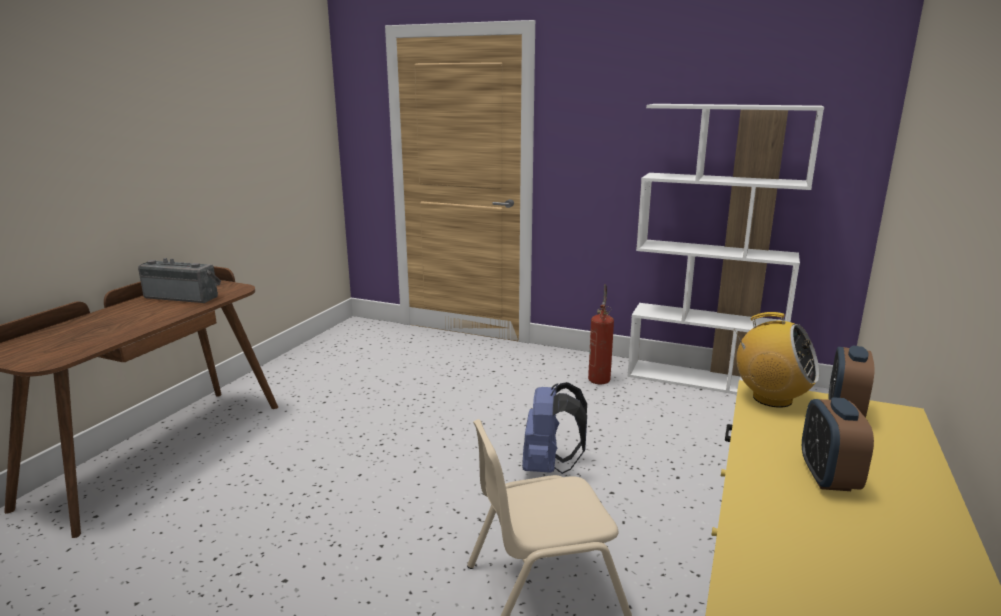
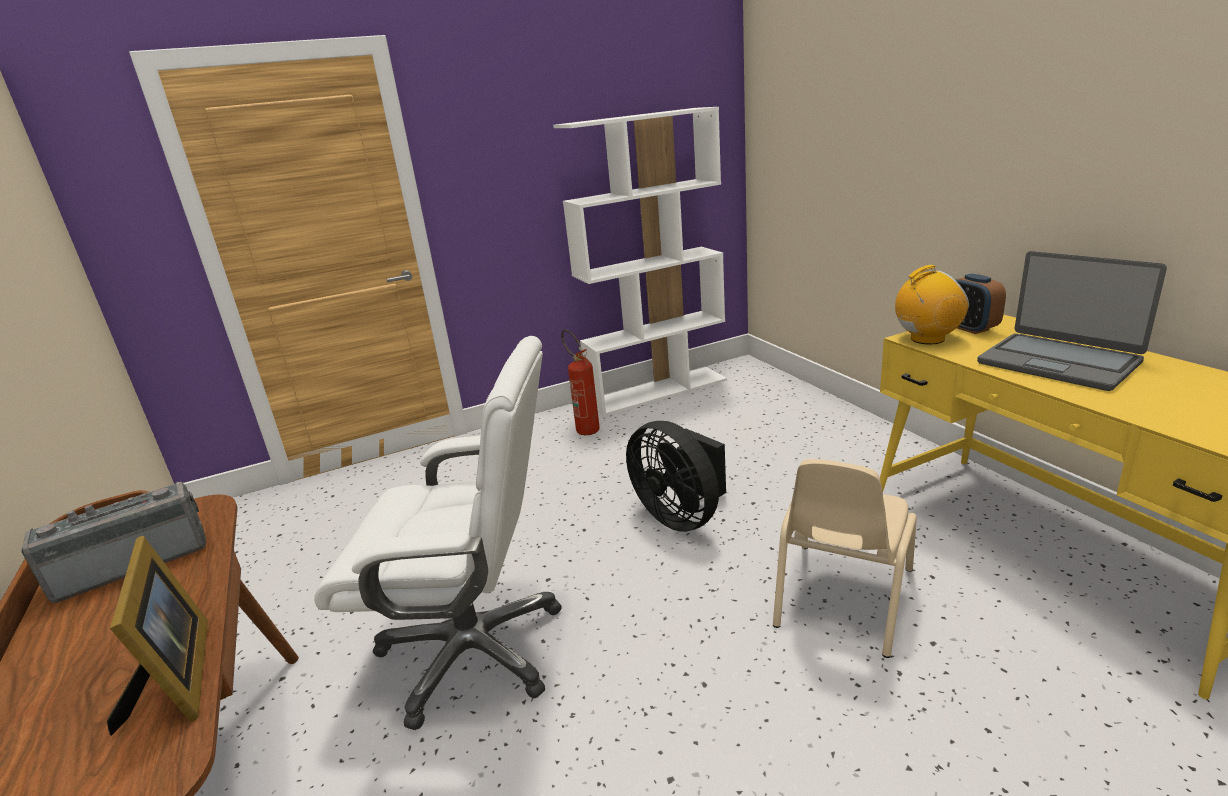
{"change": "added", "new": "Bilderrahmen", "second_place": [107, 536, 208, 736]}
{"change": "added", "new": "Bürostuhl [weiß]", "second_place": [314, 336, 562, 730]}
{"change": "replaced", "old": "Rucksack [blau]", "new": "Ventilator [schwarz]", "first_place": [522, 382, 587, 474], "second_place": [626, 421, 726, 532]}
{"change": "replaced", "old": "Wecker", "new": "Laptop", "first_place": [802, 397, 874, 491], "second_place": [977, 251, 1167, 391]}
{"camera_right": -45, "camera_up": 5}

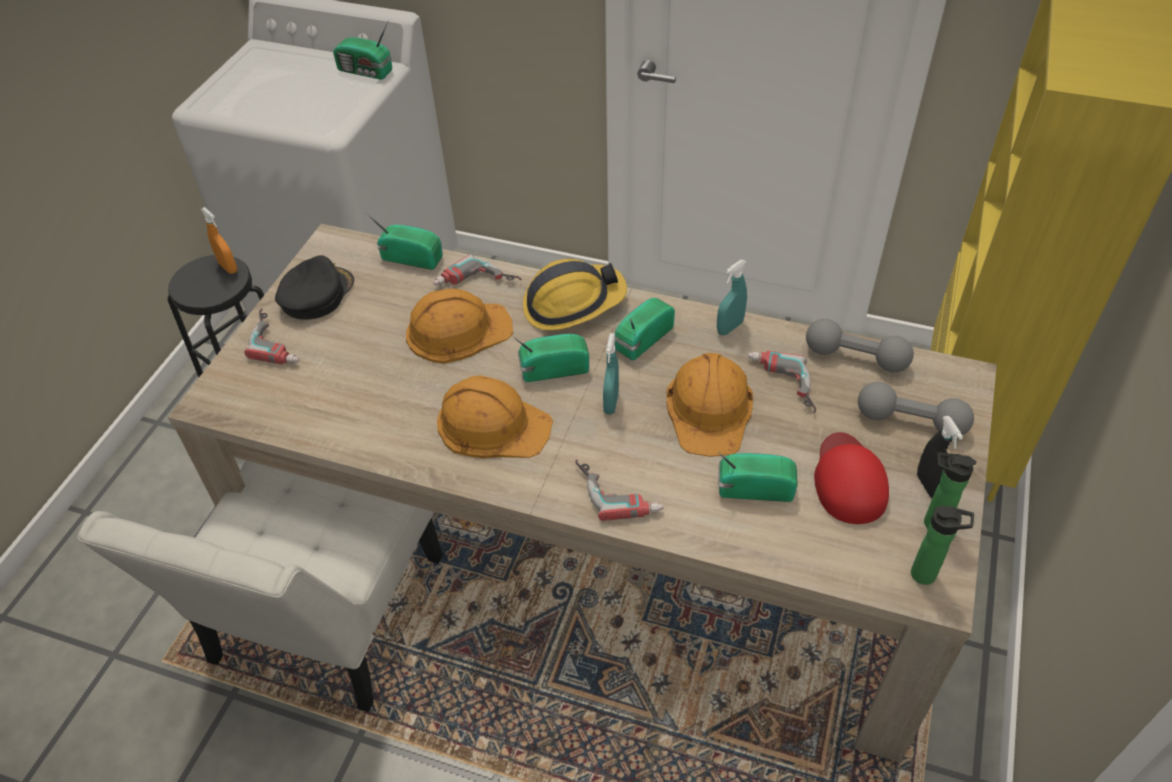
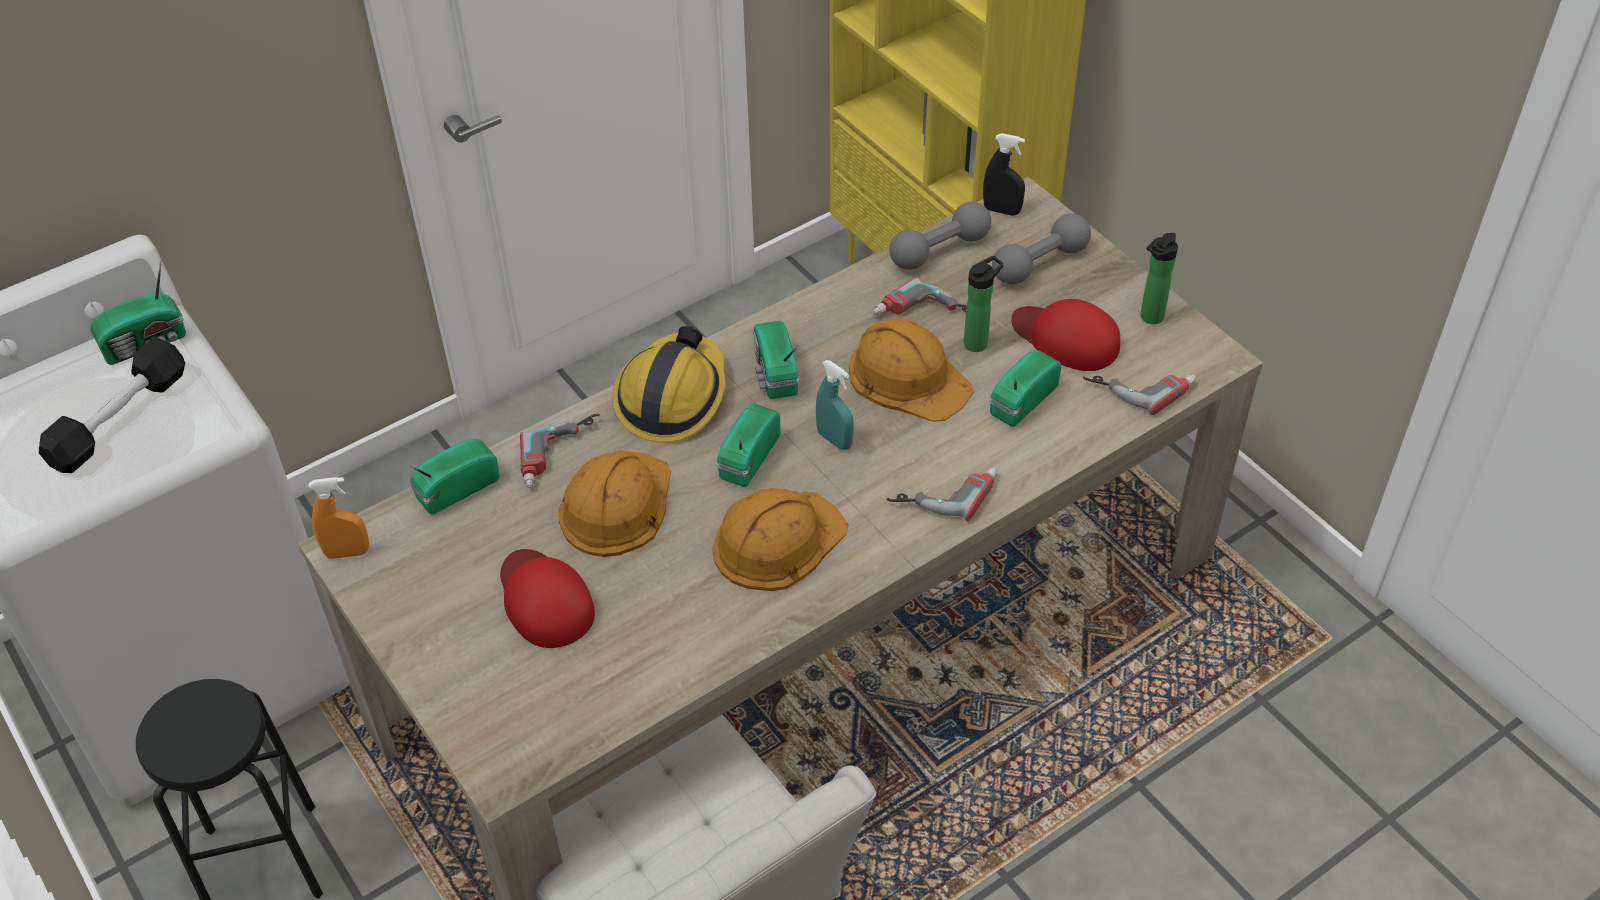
{"change": "added", "new": "Hantel [schwarz]", "second_place": [39, 337, 185, 473]}
{"change": "moved", "old": "Sprühflasche [orange]", "first_place": [201, 207, 237, 274], "second_place": [308, 477, 369, 559]}
{"change": "added", "new": "Kappe [rot]", "second_place": [500, 549, 595, 648]}
{"change": "moved", "old": "Flasche", "first_place": [911, 506, 974, 585], "second_place": [964, 256, 1004, 352]}
{"change": "moved", "old": "Sprühflasche [schwarz]", "first_place": [917, 416, 963, 498], "second_place": [983, 133, 1025, 216]}
{"change": "moved", "old": "Bohrmaschine", "first_place": [244, 308, 299, 364], "second_place": [1083, 375, 1196, 415]}
{"change": "removed", "old": "Kappe [schwarz]", "first_place": [275, 255, 354, 320]}
{"change": "removed", "old": "Sprühflasche [türkis]", "first_place": [717, 260, 747, 335]}
{"camera_right": -55, "camera_up": 0}

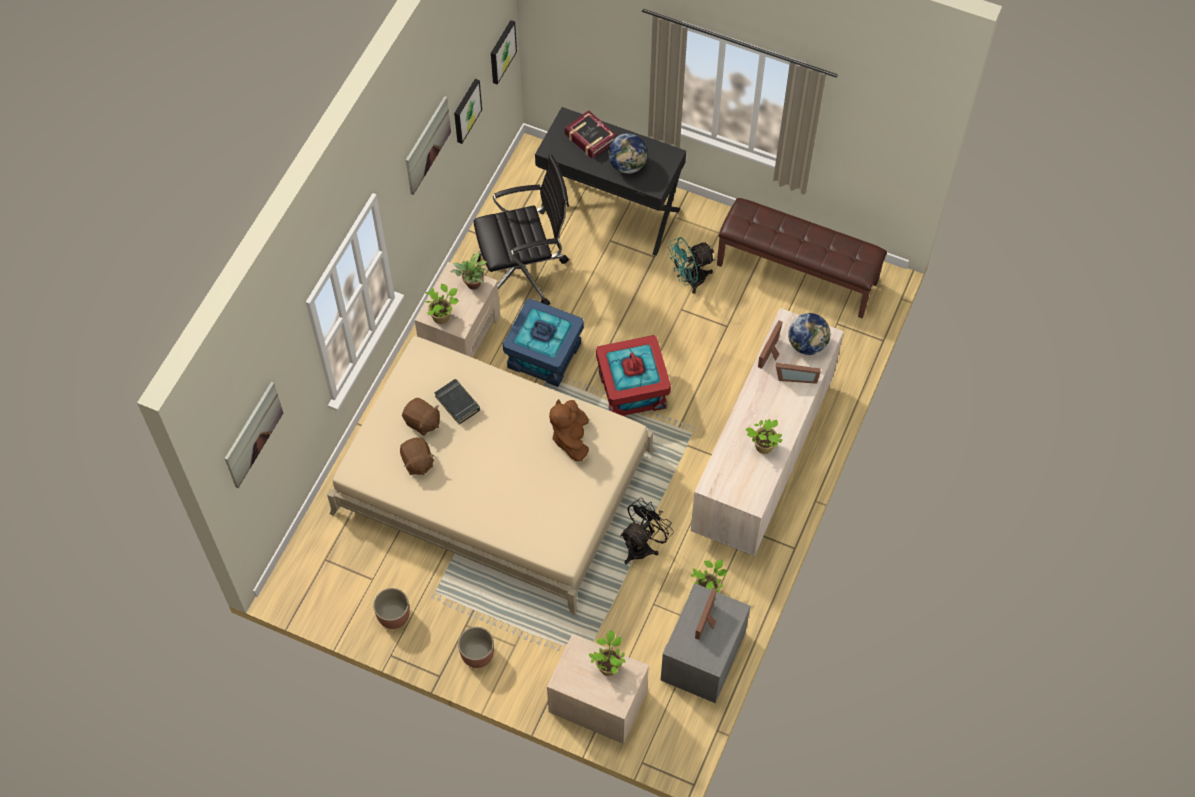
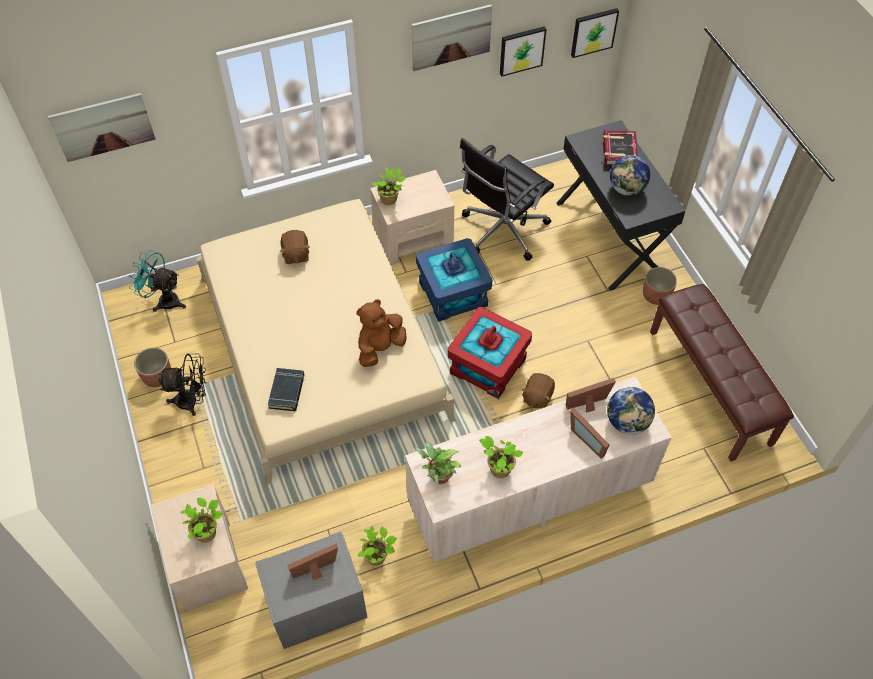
{"change": "moved", "old": "Ventilator [türkis]", "first_place": [668, 237, 715, 294], "second_place": [129, 250, 186, 312]}
{"change": "moved", "old": "Ventilator [schwarz]", "first_place": [620, 498, 674, 564], "second_place": [158, 354, 207, 416]}
{"change": "moved", "old": "Buch [schwarz]", "first_place": [434, 379, 480, 424], "second_place": [268, 368, 304, 411]}
{"change": "moved", "old": "Topfpflanze", "first_place": [450, 252, 487, 290], "second_place": [415, 442, 461, 484]}
{"change": "turned", "old": "Bürostuhl [schwarz]", "first_place": [473, 155, 569, 305], "second_place": [460, 138, 554, 261], "degrees": 105}
{"change": "moved", "old": "Plüschtier [braun]", "first_place": [400, 437, 435, 475], "second_place": [522, 373, 555, 409]}
{"change": "moved", "old": "Pflanzkübel", "first_place": [458, 627, 494, 668], "second_place": [643, 267, 677, 305]}
{"camera_right": 45, "camera_up": -5}

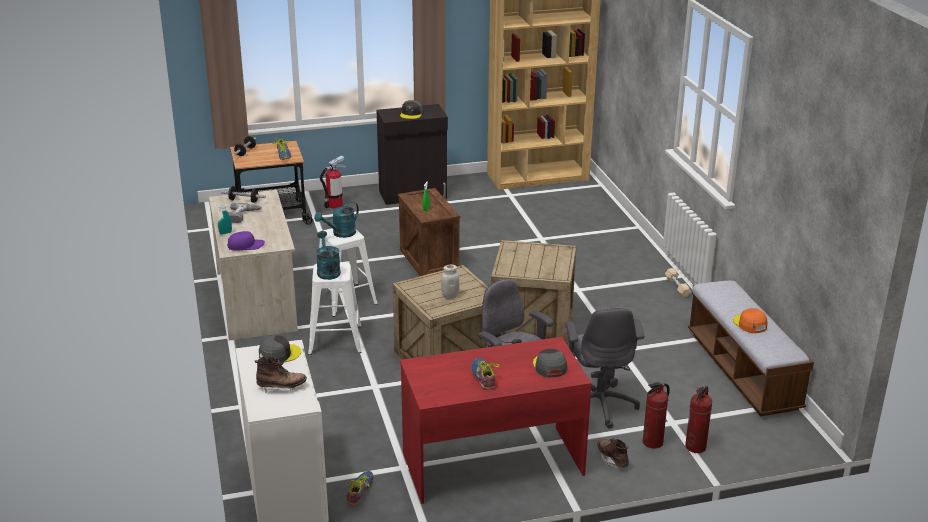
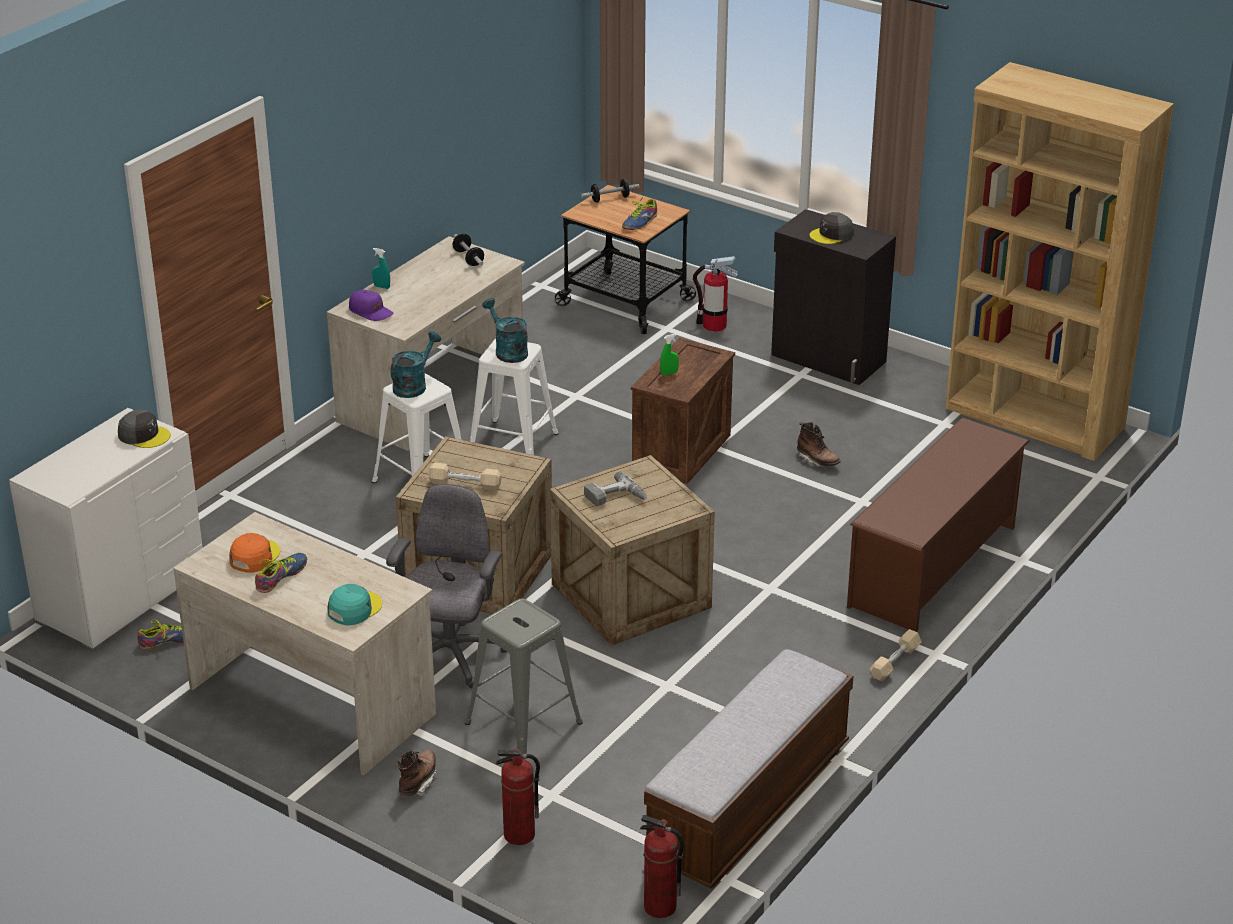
{"change": "recoloured", "old": "Schreibtisch [rot]", "new": "Schreibtisch [beige]", "first_place": [400, 337, 592, 504], "second_place": [174, 512, 436, 775]}
{"change": "moved", "old": "Kappe [orange]", "first_place": [733, 308, 768, 333], "second_place": [229, 533, 280, 573]}
{"change": "recoloured", "old": "Kappe [grau]", "new": "Kappe [türkis]", "first_place": [533, 349, 567, 377], "second_place": [328, 584, 382, 625]}
{"change": "replaced", "old": "Vorratsglas [weiß]", "new": "Hantel [beige]", "first_place": [441, 265, 460, 299], "second_place": [429, 463, 502, 491]}
{"change": "replaced", "old": "Bürostuhl [grau]", "new": "Hocker [grau]", "first_place": [565, 308, 644, 429], "second_place": [465, 599, 583, 755]}
{"change": "turned", "old": "Gießkanne [türkis]", "first_place": [314, 201, 359, 238], "second_place": [482, 298, 528, 363], "degrees": 45}
{"change": "moved", "old": "Bohrmaschine", "first_place": [228, 203, 262, 223], "second_place": [584, 471, 647, 506]}
{"change": "moved", "old": "Feuerlöscher", "first_place": [643, 382, 670, 449], "second_place": [640, 815, 684, 918]}
{"change": "moved", "old": "Stiefel [braun]", "first_place": [254, 356, 307, 392], "second_place": [797, 422, 841, 467]}
{"change": "added", "new": "Schuhregal [braun]", "second_place": [847, 418, 1030, 632]}
{"camera_right": 50, "camera_up": 5}

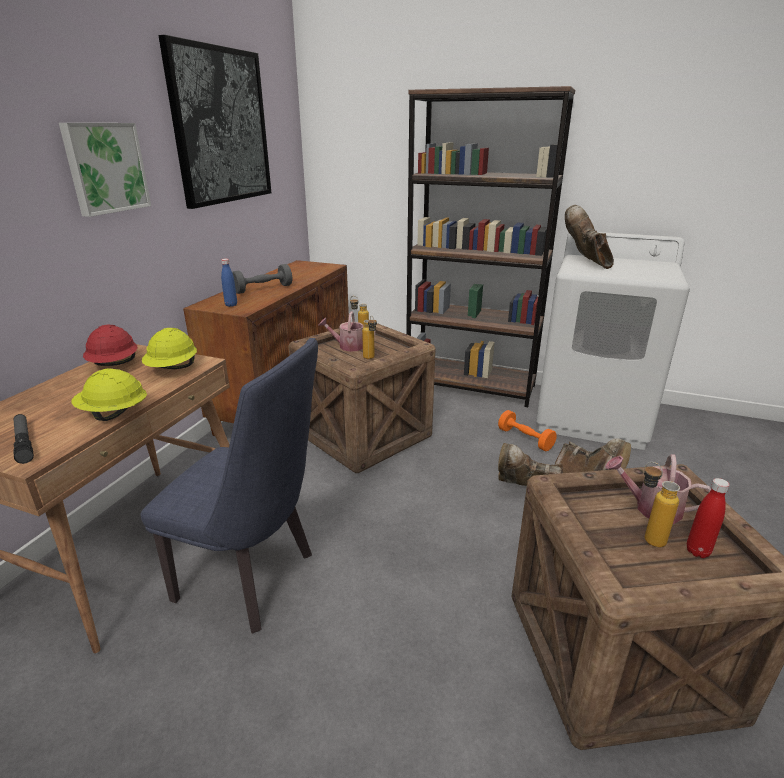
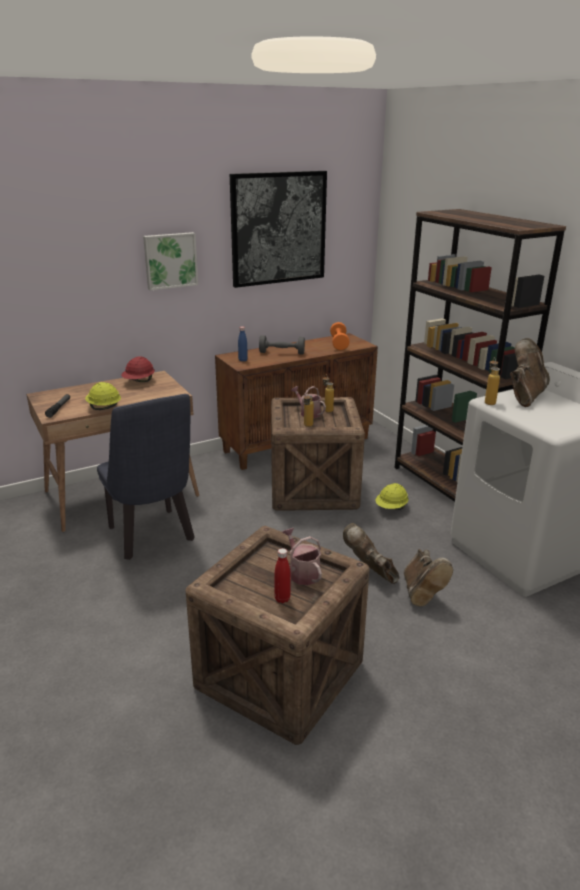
{"change": "moved", "old": "Hantel [orange]", "first_place": [498, 410, 557, 452], "second_place": [330, 322, 350, 350]}
{"change": "moved", "old": "Schutzhelm [gelb]", "first_place": [142, 328, 197, 369], "second_place": [376, 483, 409, 510]}
{"change": "moved", "old": "Flasche", "first_place": [644, 462, 680, 547], "second_place": [485, 357, 500, 405]}
{"camera_right": 40, "camera_up": 0}

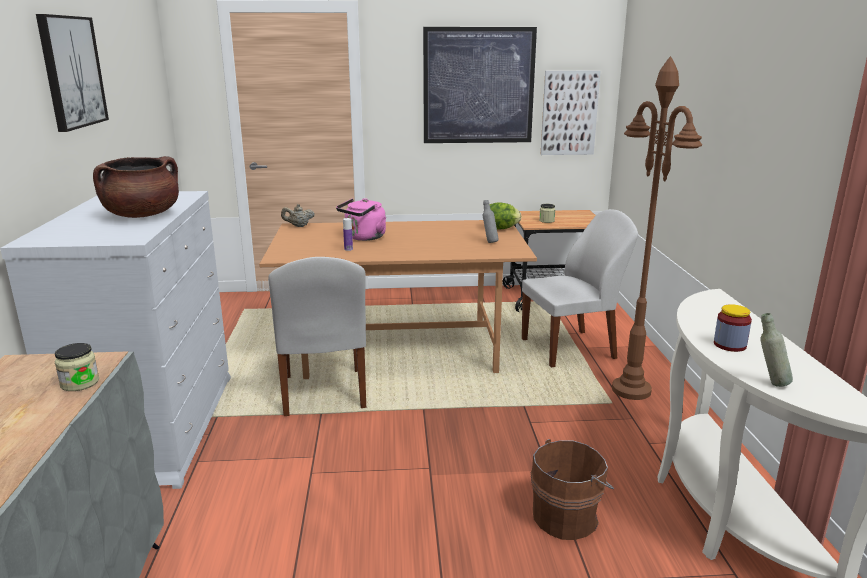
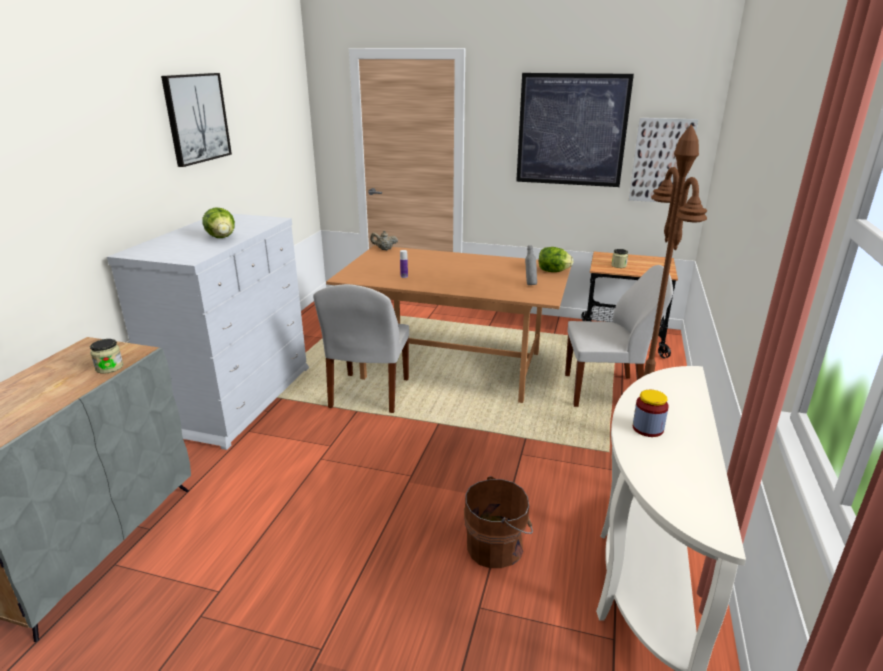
{"change": "replaced", "old": "Kochtopf [braun]", "new": "Salatkopf", "first_place": [93, 156, 179, 218], "second_place": [202, 208, 235, 238]}
{"change": "removed", "old": "Wasserkessel [rosa]", "first_place": [336, 198, 386, 241]}
{"change": "removed", "old": "Flasche [grau]", "first_place": [760, 313, 793, 387]}
{"camera_right": 20, "camera_up": 5}

